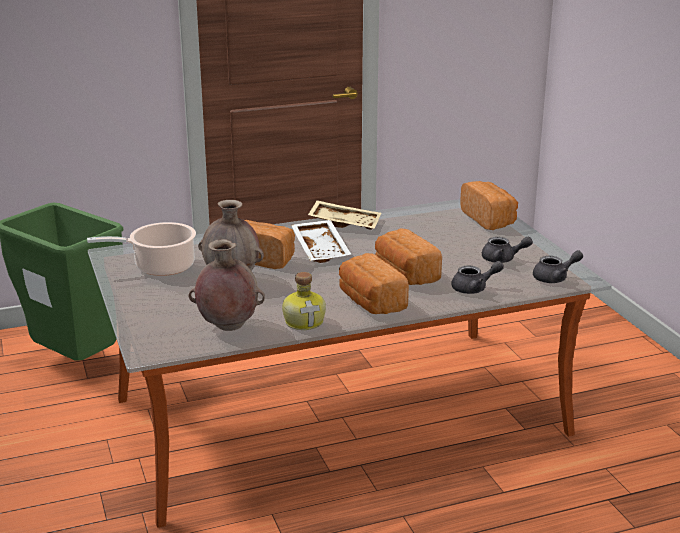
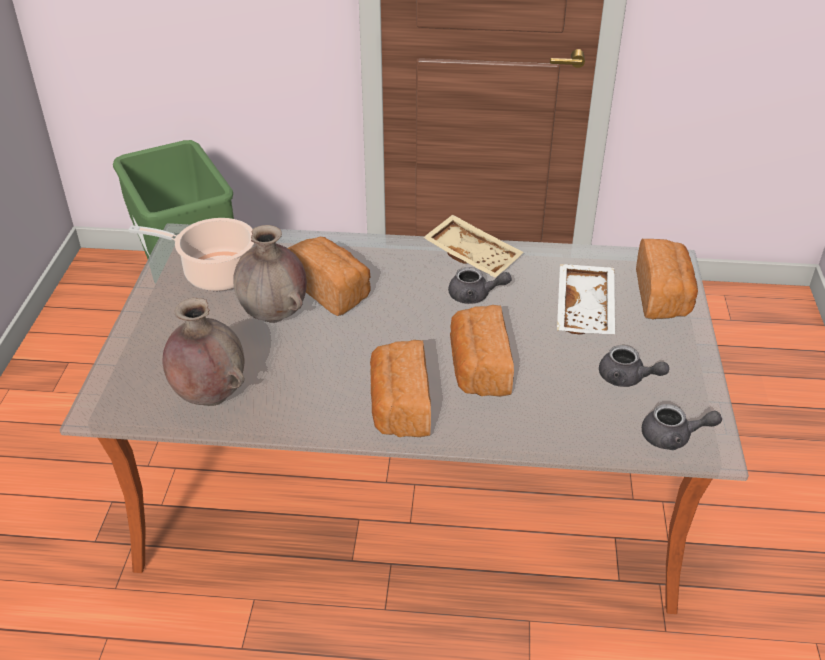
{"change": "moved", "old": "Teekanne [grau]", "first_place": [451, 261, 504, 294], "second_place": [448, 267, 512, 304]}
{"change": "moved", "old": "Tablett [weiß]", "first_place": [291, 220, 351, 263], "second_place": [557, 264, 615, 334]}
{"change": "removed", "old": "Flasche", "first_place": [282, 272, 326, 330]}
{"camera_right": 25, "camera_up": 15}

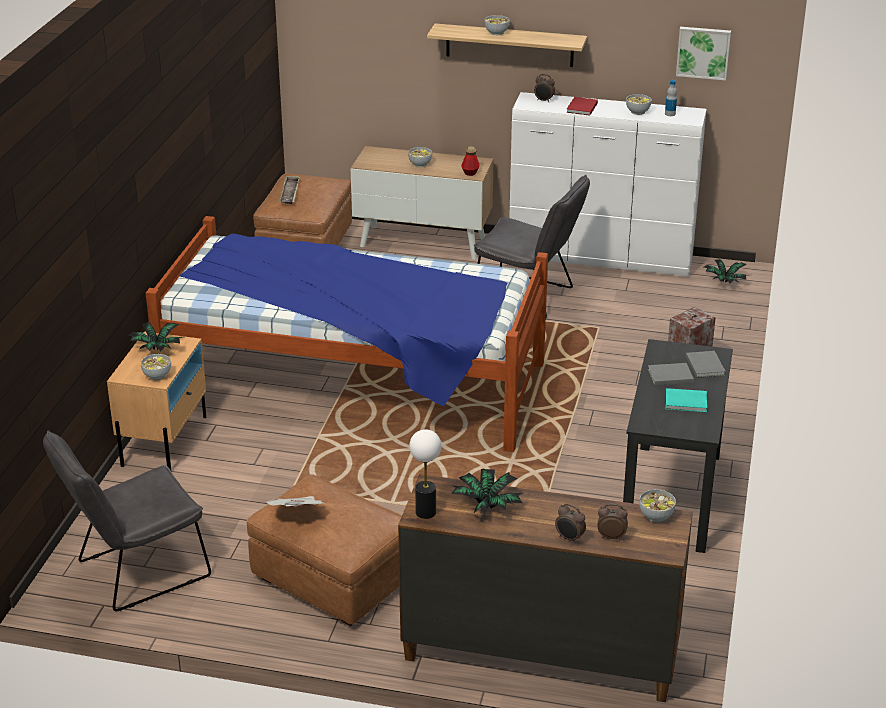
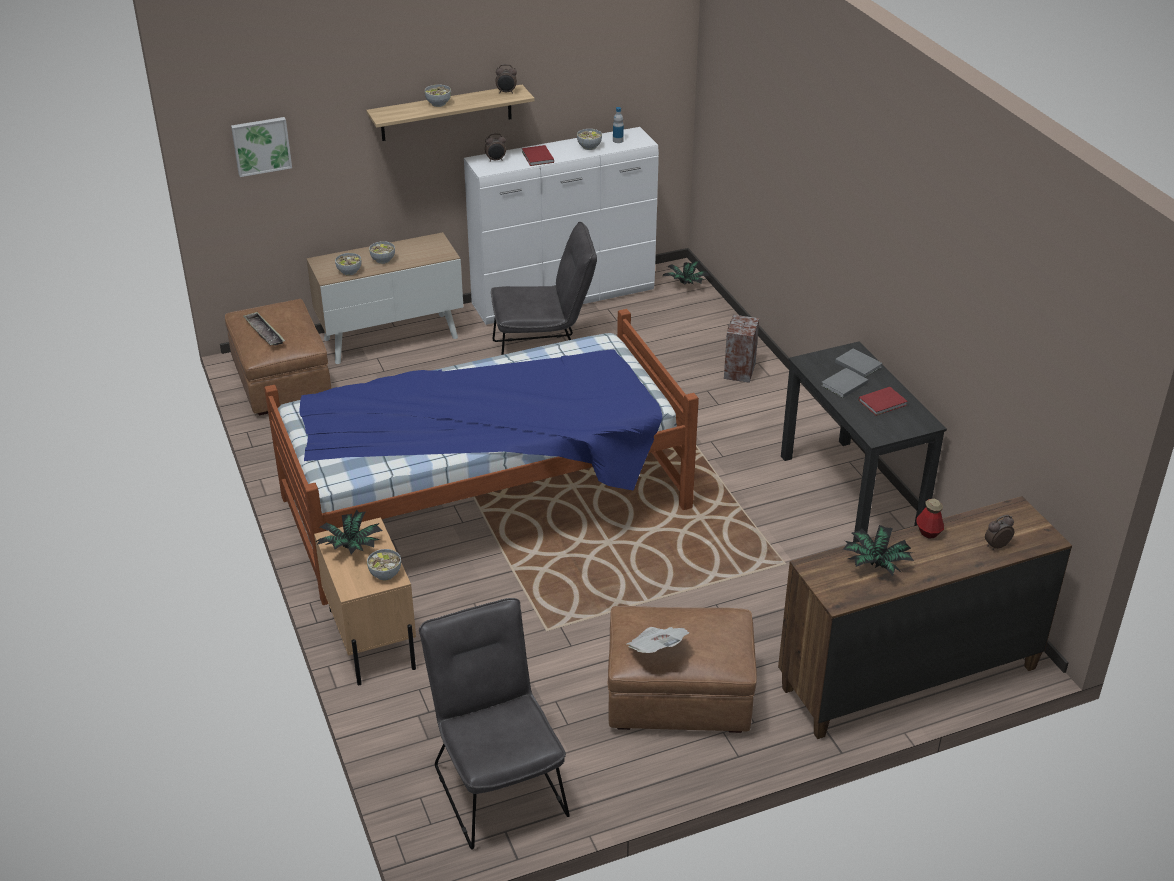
{"change": "moved", "old": "Bild", "first_place": [676, 27, 731, 80], "second_place": [231, 117, 292, 177]}
{"change": "moved", "old": "Schüssel", "first_place": [639, 489, 676, 522], "second_place": [335, 253, 361, 276]}
{"change": "turned", "old": "Stuhl [grau]", "first_place": [43, 430, 211, 612], "second_place": [419, 598, 570, 849], "degrees": 135}
{"change": "moved", "old": "Wecker", "first_place": [555, 503, 586, 544], "second_place": [496, 64, 517, 94]}
{"change": "recoloured", "old": "Buch [türkis]", "new": "Buch [rot]", "first_place": [666, 388, 707, 412], "second_place": [858, 387, 908, 416]}
{"change": "moved", "old": "Flasche", "first_place": [461, 146, 480, 176], "second_place": [916, 499, 944, 538]}
{"change": "removed", "old": "Tischlampe", "first_place": [409, 429, 441, 519]}
{"camera_right": -35, "camera_up": 5}

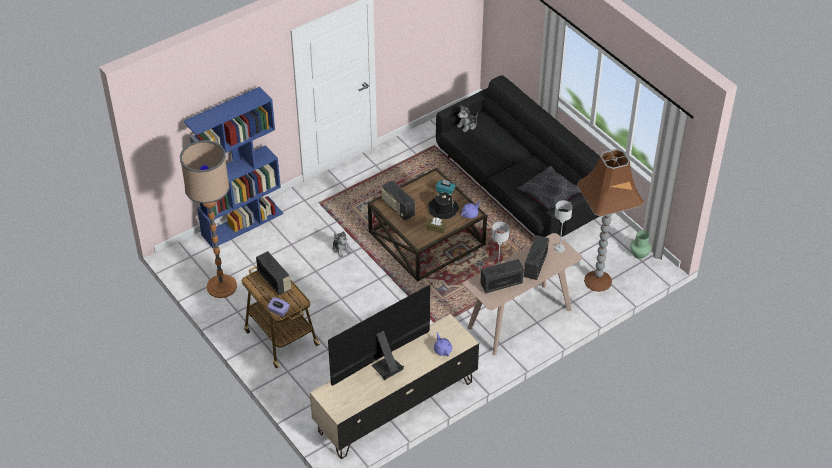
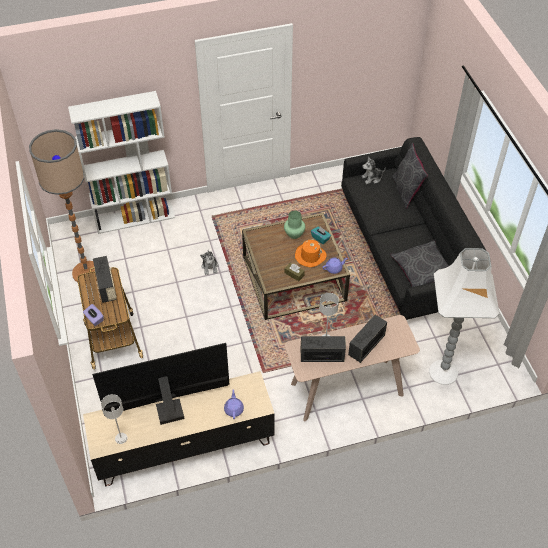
{"change": "recoloured", "old": "Bücherregal [blau]", "new": "Bücherregal [weiß]", "first_place": [183, 87, 283, 248], "second_place": [68, 91, 175, 234]}
{"change": "moved", "old": "Tischlampe [grau]", "first_place": [554, 200, 573, 253], "second_place": [101, 394, 127, 444]}
{"change": "moved", "old": "Vase [grün]", "first_place": [630, 231, 652, 259], "second_place": [284, 211, 305, 239]}
{"change": "recoloured", "old": "Hut [schwarz]", "new": "Hut [orange]", "first_place": [428, 192, 459, 219], "second_place": [295, 239, 327, 267]}
{"change": "added", "new": "Kissen [grau]", "second_place": [392, 143, 428, 209]}
{"change": "recoloured", "old": "Stehlampe [braun]", "new": "Stehlampe [weiß]", "first_place": [577, 149, 644, 292], "second_place": [429, 248, 500, 385]}
{"change": "removed", "old": "Radio", "first_place": [381, 180, 415, 220]}
{"camera_right": 20, "camera_up": 5}

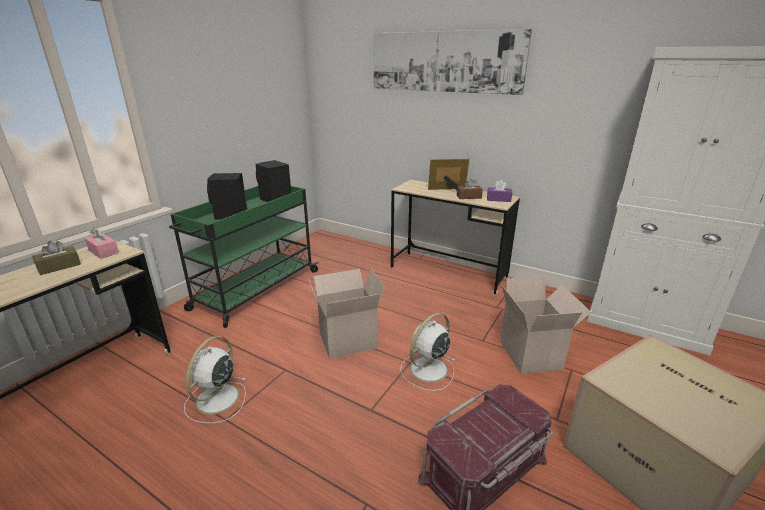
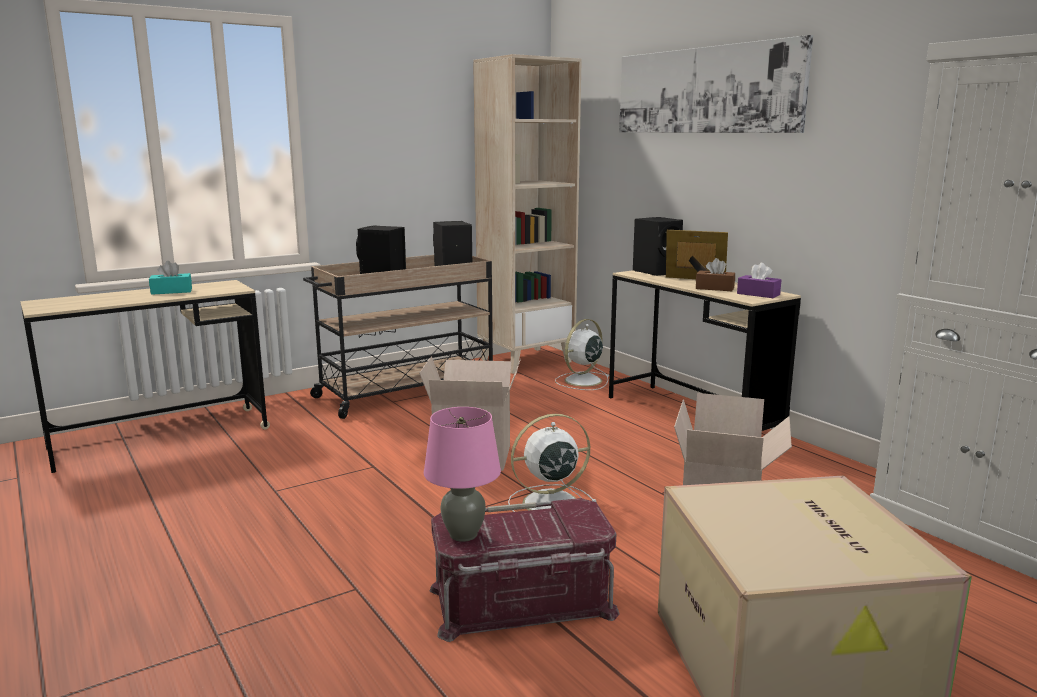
{"change": "recoloured", "old": "Taschentuchbox [braun]", "new": "Taschentuchbox [türkis]", "first_place": [32, 241, 81, 275], "second_place": [149, 261, 192, 295]}
{"change": "recoloured", "old": "Rollwagen [grün]", "new": "Rollwagen [beige]", "first_place": [169, 186, 319, 328], "second_place": [303, 255, 493, 419]}
{"change": "added", "new": "Tischlampe [rosa]", "second_place": [424, 407, 501, 542]}
{"change": "added", "new": "Bücherregal [beige]", "second_place": [473, 54, 582, 374]}
{"change": "moved", "old": "Ventilator [weiß]", "first_place": [184, 336, 247, 423], "second_place": [555, 319, 609, 390]}
{"change": "added", "new": "Lautsprecher [schwarz]", "second_place": [633, 217, 683, 276]}
{"change": "removed", "old": "Taschentuchbox [rosa]", "first_place": [85, 227, 119, 259]}
{"camera_right": 25, "camera_up": -10}

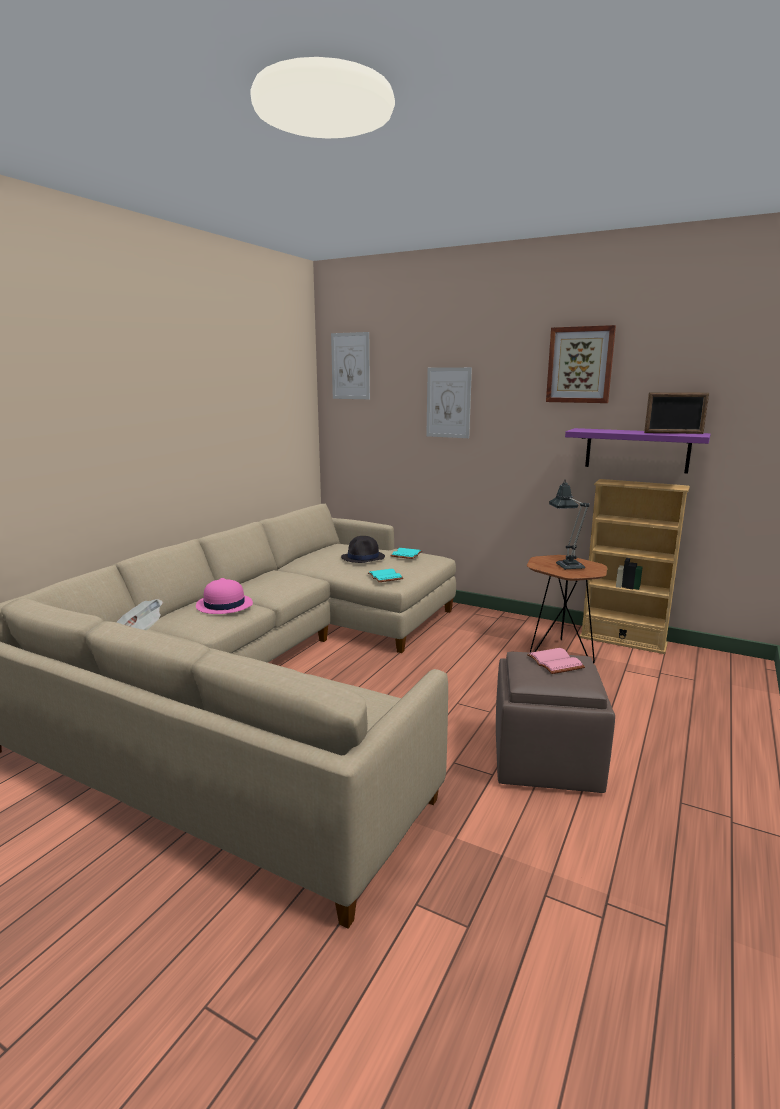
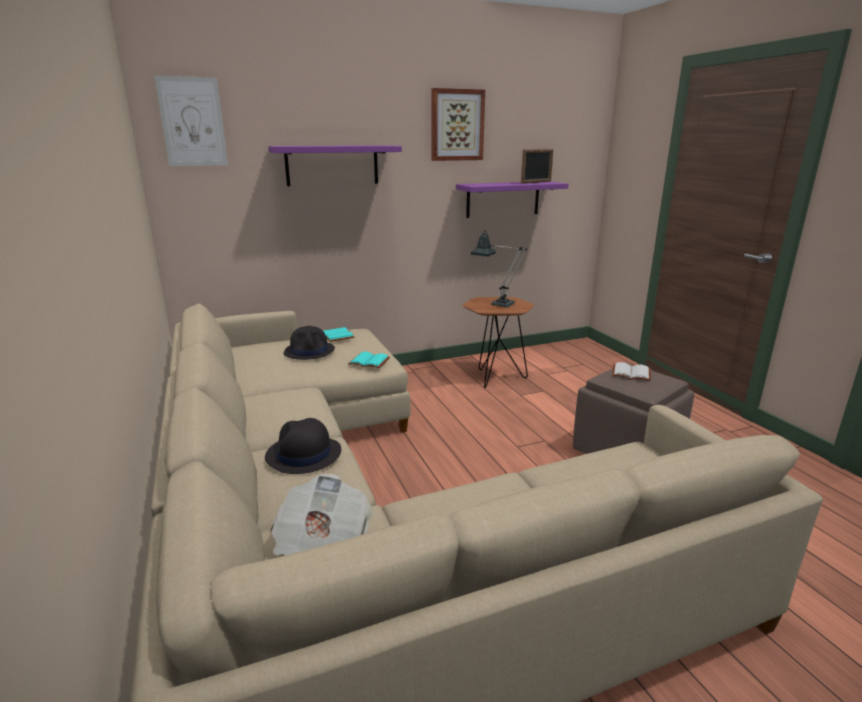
{"change": "recoloured", "old": "Hut [rosa]", "new": "Hut [schwarz]", "first_place": [196, 578, 253, 614], "second_place": [265, 418, 341, 474]}
{"change": "replaced", "old": "Bild", "new": "Wandregal [lila]", "first_place": [426, 367, 472, 438], "second_place": [268, 145, 402, 186]}
{"change": "recoloured", "old": "Buch [rosa]", "new": "Buch [weiß]", "first_place": [527, 648, 585, 674], "second_place": [612, 362, 651, 381]}
{"change": "removed", "old": "Bücherregal [beige]", "first_place": [580, 479, 690, 654]}
{"camera_right": -50, "camera_up": 5}

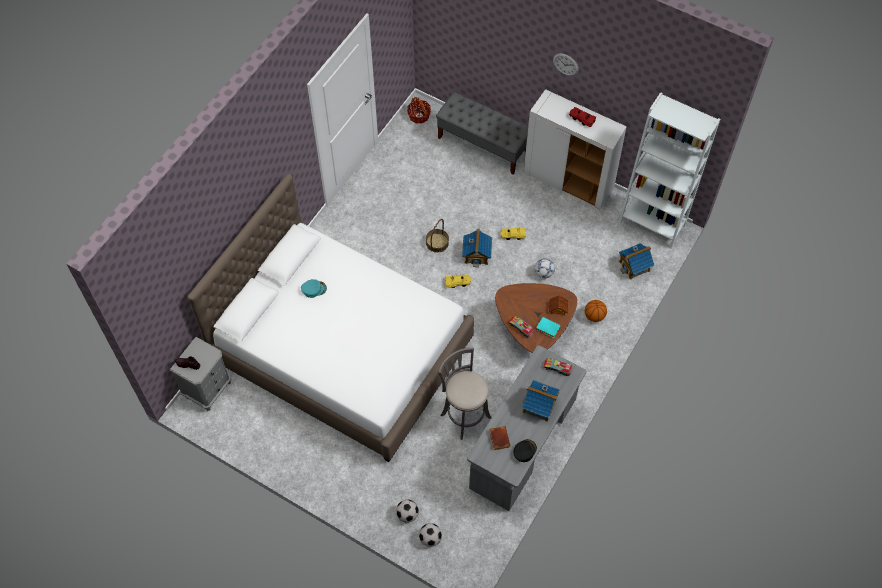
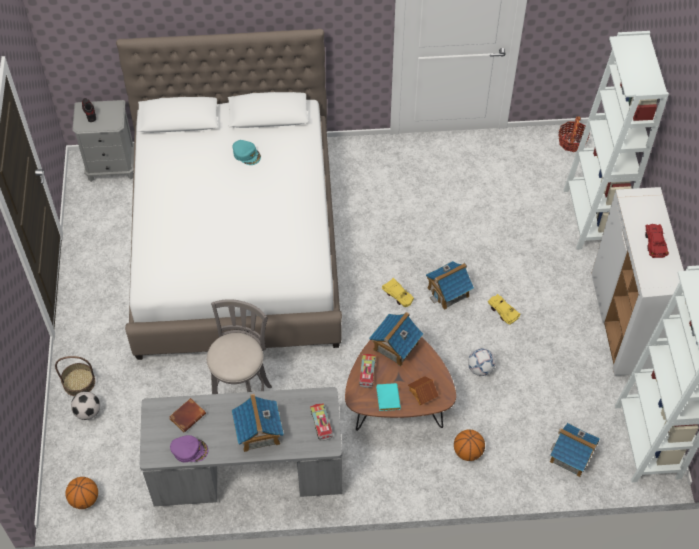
{"change": "moved", "old": "Korb", "first_place": [426, 219, 449, 253], "second_place": [55, 356, 95, 396]}
{"change": "added", "new": "Basketball", "second_place": [65, 477, 98, 509]}
{"change": "recoloured", "old": "Kappe [schwarz]", "new": "Kappe [lila]", "first_place": [514, 439, 537, 462], "second_place": [170, 435, 208, 463]}
{"change": "added", "new": "Spielzeughaus", "second_place": [369, 312, 423, 367]}
{"change": "replaced", "old": "Bank [grau]", "new": "Bücherregal [weiß]", "first_place": [436, 92, 528, 175], "second_place": [564, 31, 669, 250]}
{"change": "removed", "old": "Fußball", "first_place": [419, 523, 442, 547]}
{"change": "removed", "old": "Wanduhr", "first_place": [553, 53, 579, 76]}
{"camera_right": 55, "camera_up": -5}

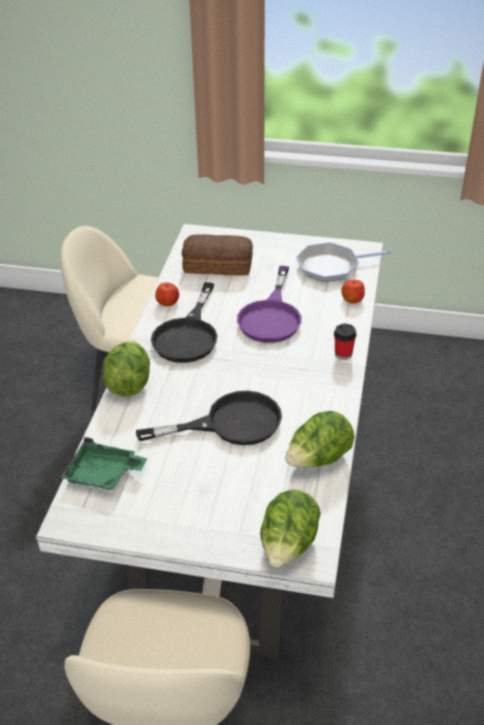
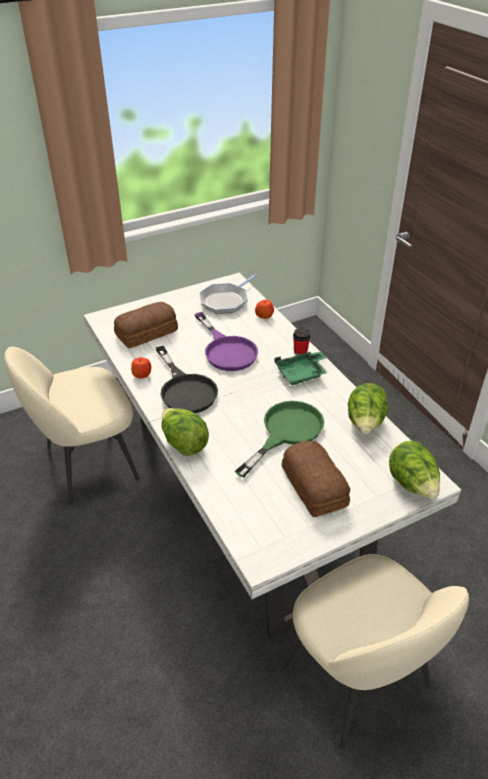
{"change": "recoloured", "old": "Pfanne [schwarz]", "new": "Pfanne [grün]", "first_place": [136, 391, 282, 445], "second_place": [235, 401, 324, 478]}
{"change": "moved", "old": "Tablett [grün]", "first_place": [60, 437, 148, 490], "second_place": [274, 352, 327, 385]}
{"change": "added", "new": "Brot", "second_place": [282, 441, 350, 517]}
{"camera_right": -40, "camera_up": 0}

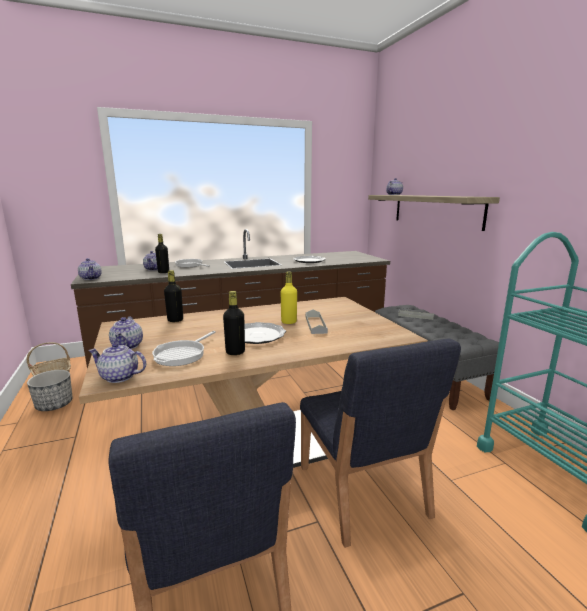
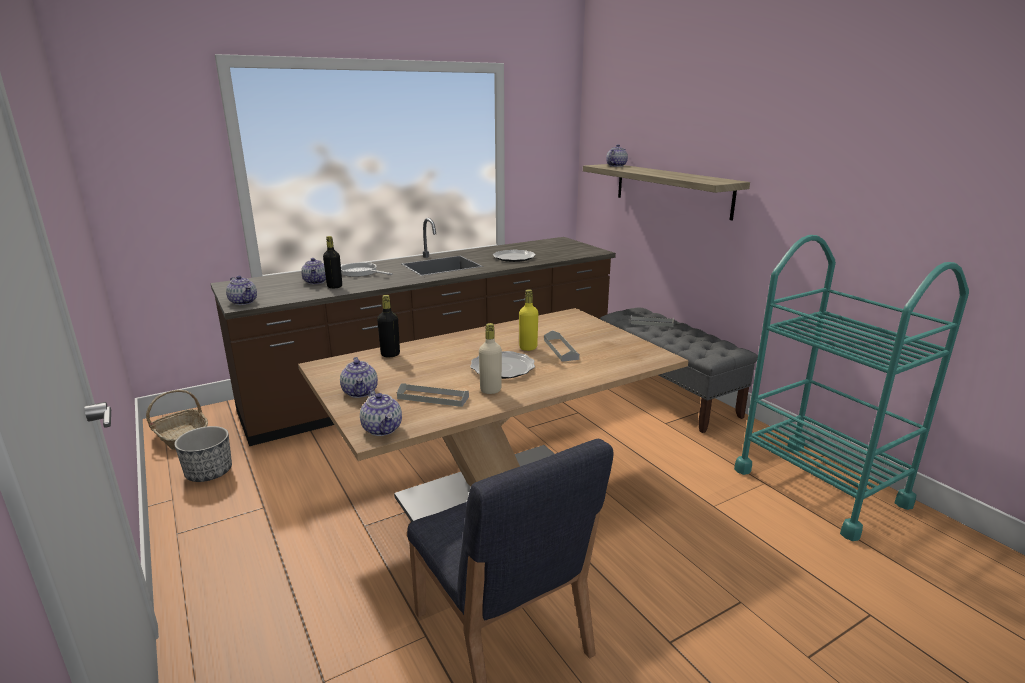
{"change": "turned", "old": "Teekanne", "first_place": [88, 343, 146, 383], "second_place": [360, 390, 402, 436], "degrees": -120}
{"change": "replaced", "old": "Pfanne", "new": "Tablett [grau]", "first_place": [152, 331, 216, 366], "second_place": [397, 383, 469, 407]}
{"change": "recoloured", "old": "Flasche [schwarz]", "new": "Flasche [beige]", "first_place": [223, 291, 245, 355], "second_place": [479, 323, 502, 394]}
{"change": "removed", "old": "Stuhl [blau]", "first_place": [300, 339, 461, 548]}
{"camera_right": -10, "camera_up": 5}

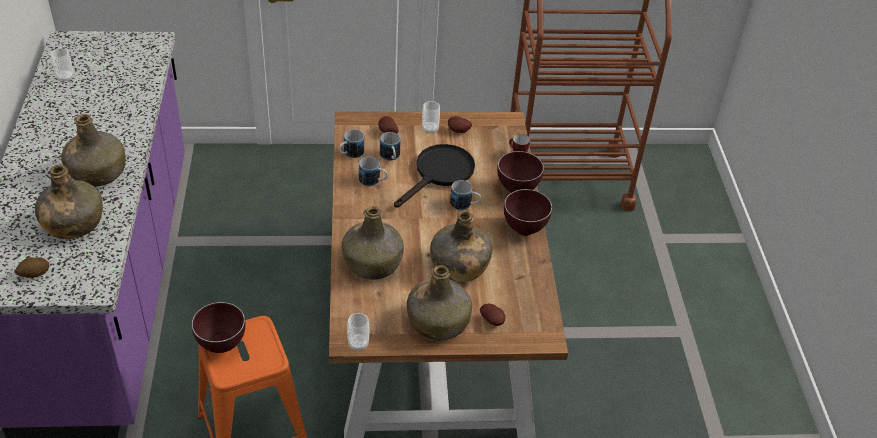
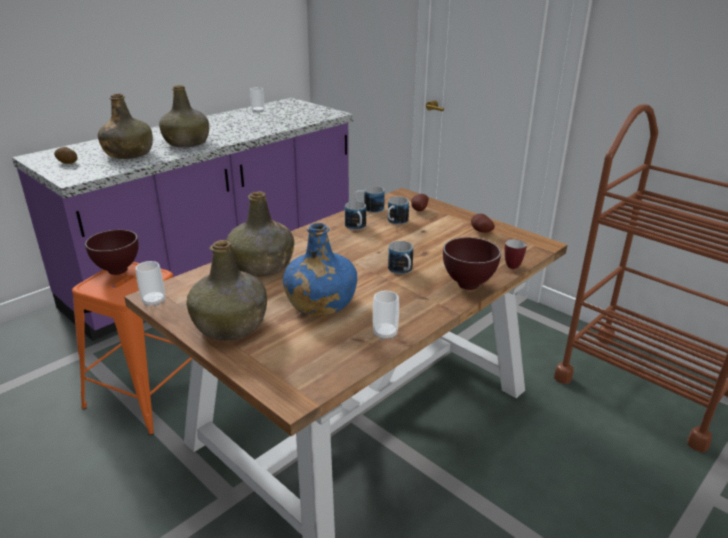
{"change": "recoloured", "old": "Flasche [grün]", "new": "Flasche [blau]", "first_place": [430, 211, 492, 282], "second_place": [283, 223, 357, 316]}
{"change": "moved", "old": "Tasse", "first_place": [422, 101, 440, 134], "second_place": [373, 291, 399, 340]}
{"change": "removed", "old": "Pfanne [schwarz]", "first_place": [394, 144, 475, 208]}
{"change": "removed", "old": "Kartoffel", "first_place": [480, 304, 505, 326]}
{"change": "removed", "old": "Schüssel [braun]", "first_place": [504, 189, 552, 236]}
{"camera_right": 50, "camera_up": -15}

